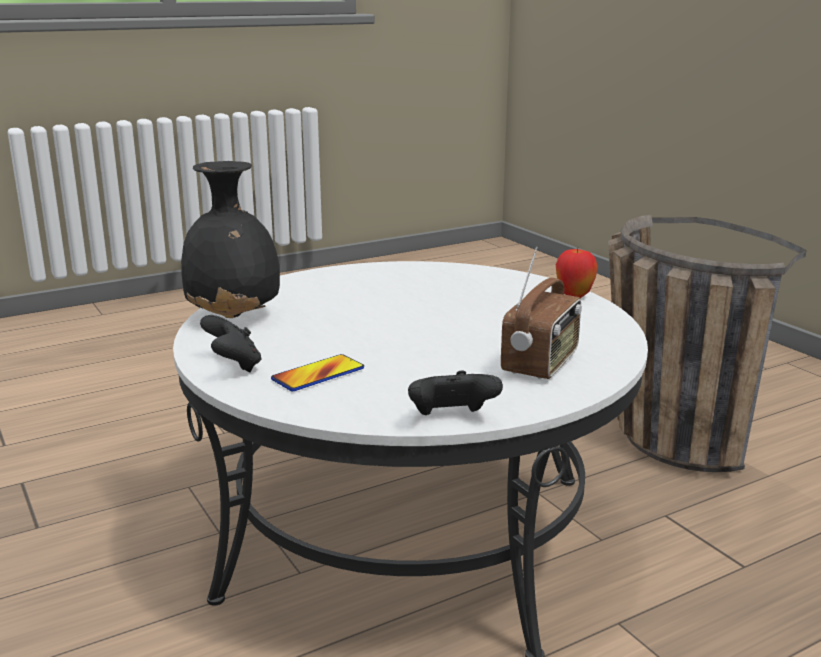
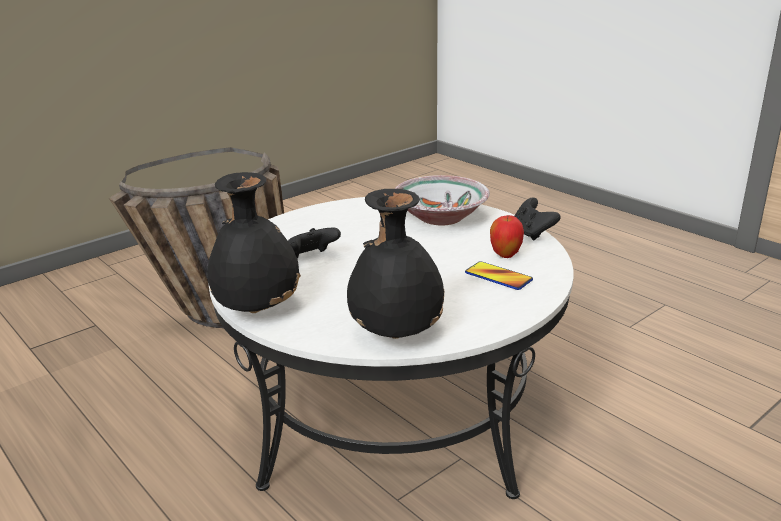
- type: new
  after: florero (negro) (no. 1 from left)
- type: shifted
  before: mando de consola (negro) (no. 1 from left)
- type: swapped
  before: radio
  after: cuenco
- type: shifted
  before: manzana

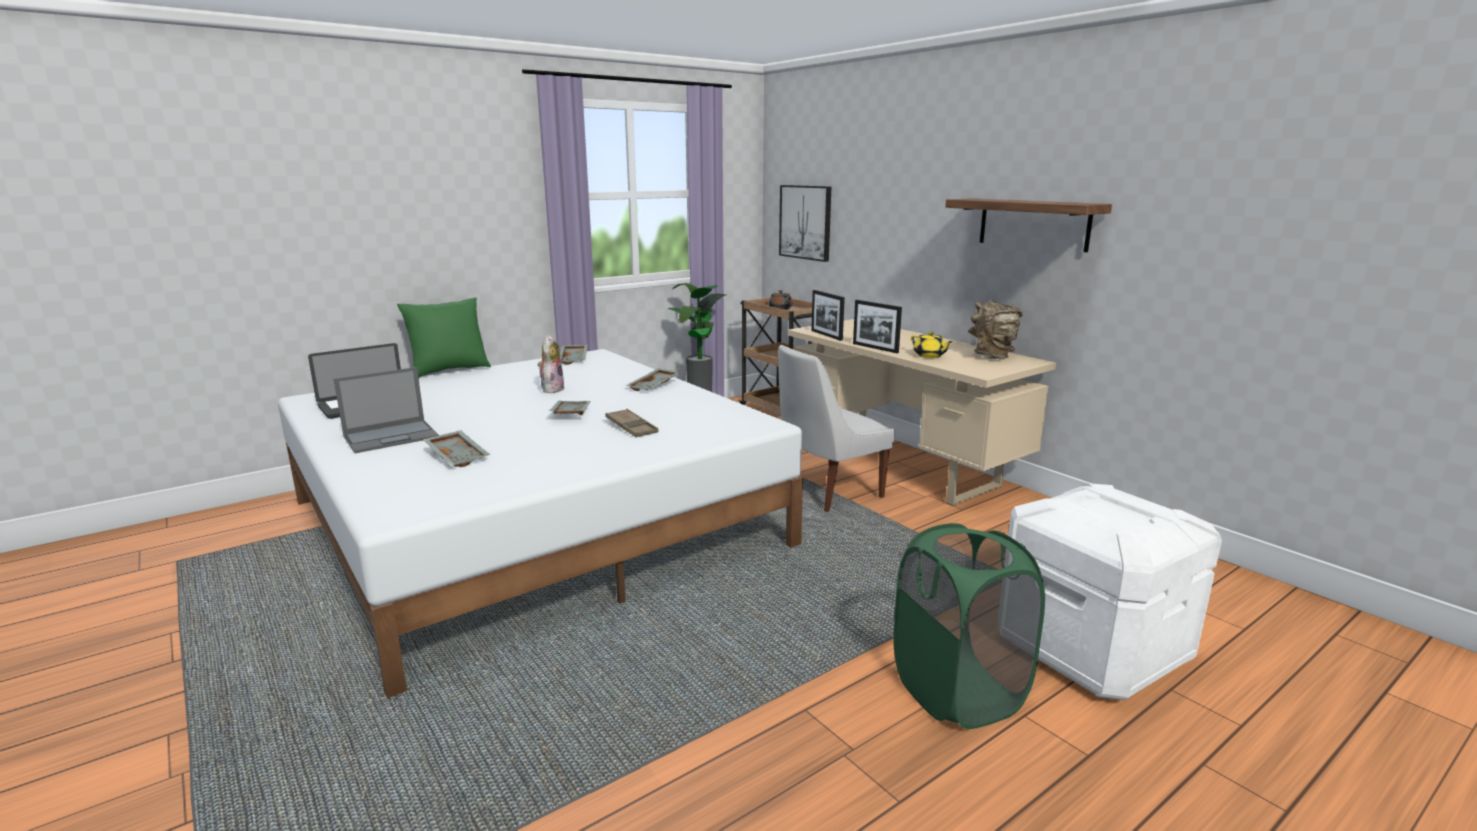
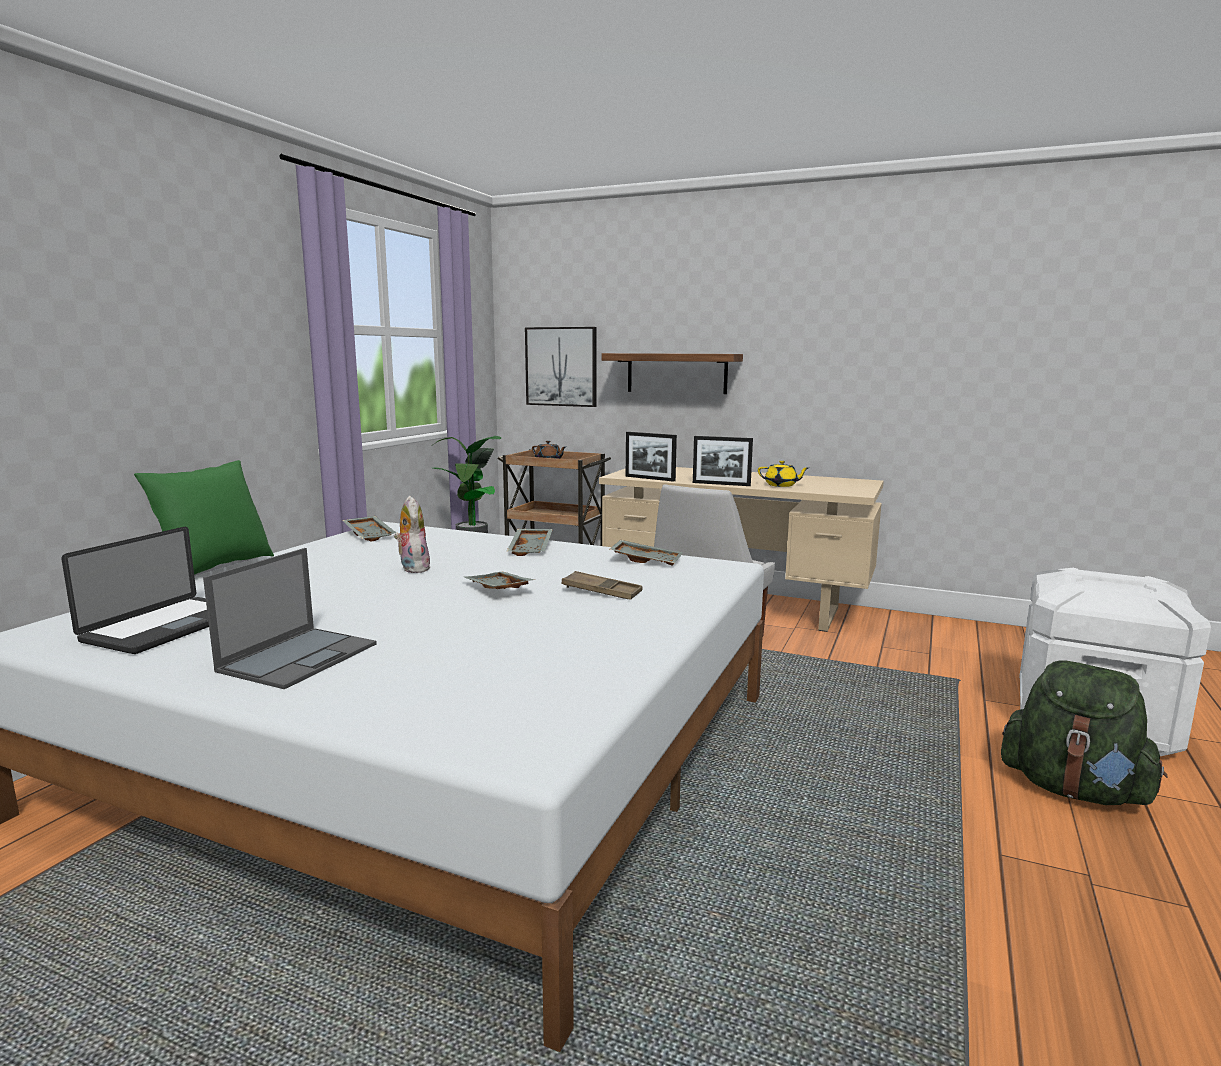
- type: shifted
  before: estante
- type: shifted
  before: bandeja (gris) (no. 1 from left in the first image)
  after: bandeja (gris) (no. 4 from left)
- type: swapped
  before: cesto de la ropa (verde)
  after: mochila (verde)
- type: gone
  before: florero (marrón)

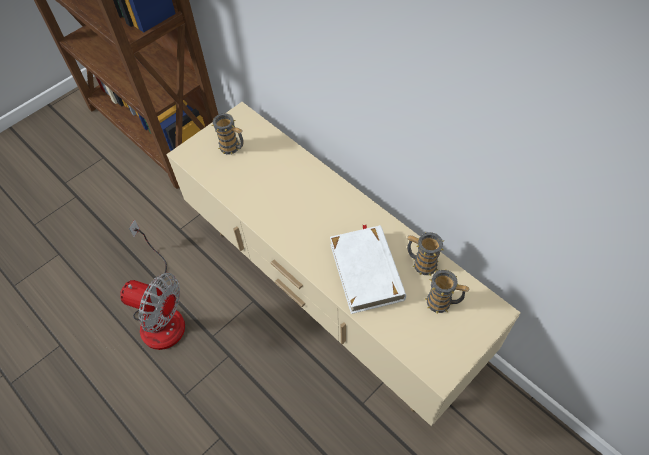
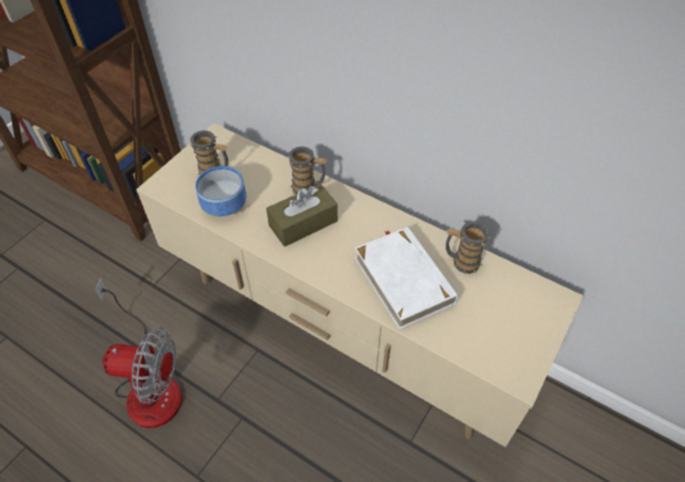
- type: new
  after: cuenco
- type: new
  after: caja de pañuelos (marrón)
- type: shifted
  before: taza grande (no. 3 from left in the first image)
  after: taza grande (no. 2 from left)

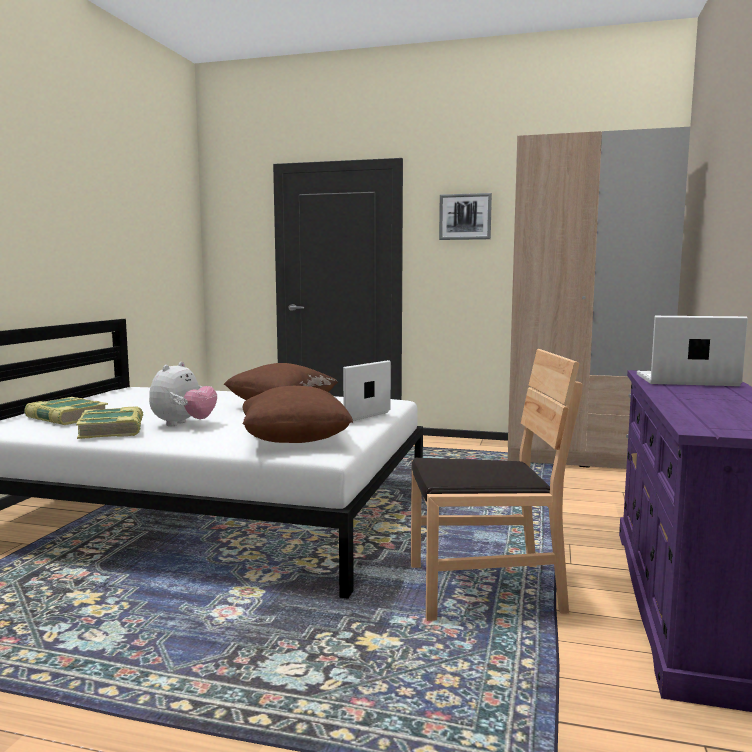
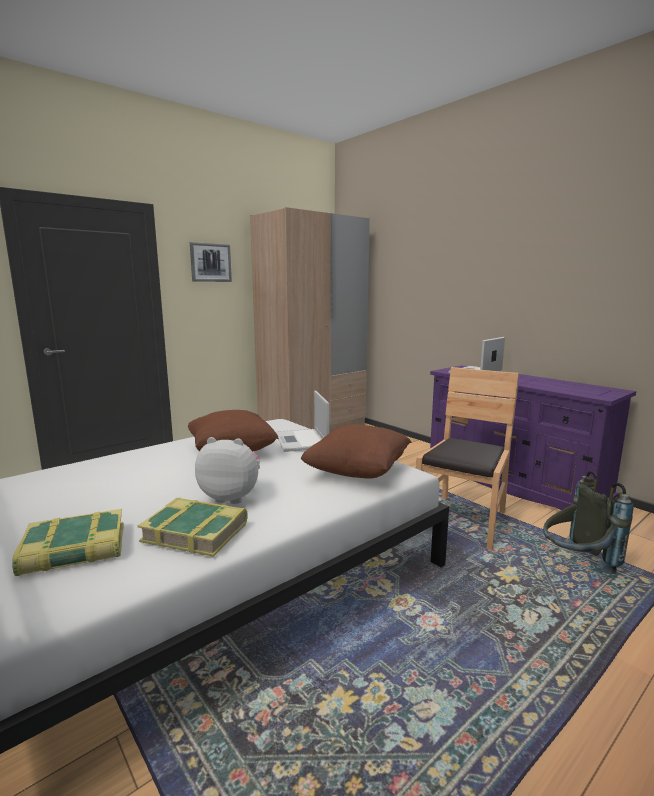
- type: rotated
  before: peluche
  turn: -45
- type: new
  after: mochila (gris)

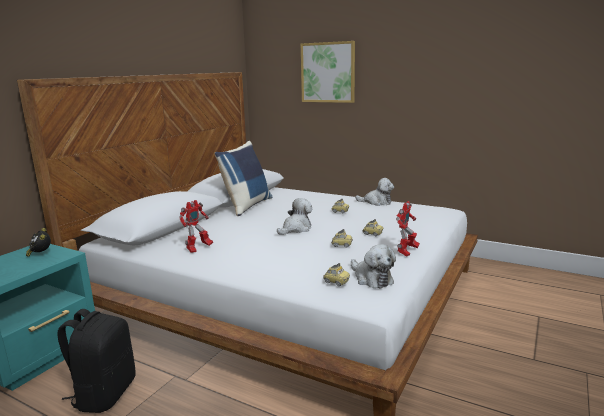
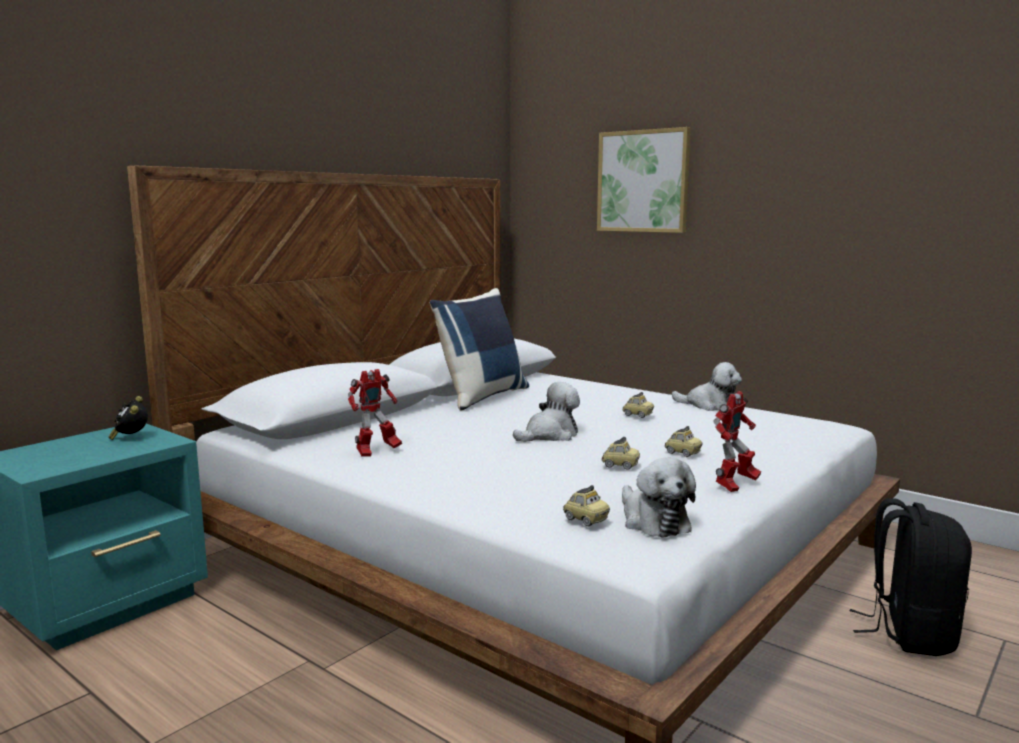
- type: shifted
  before: mochila (negro)

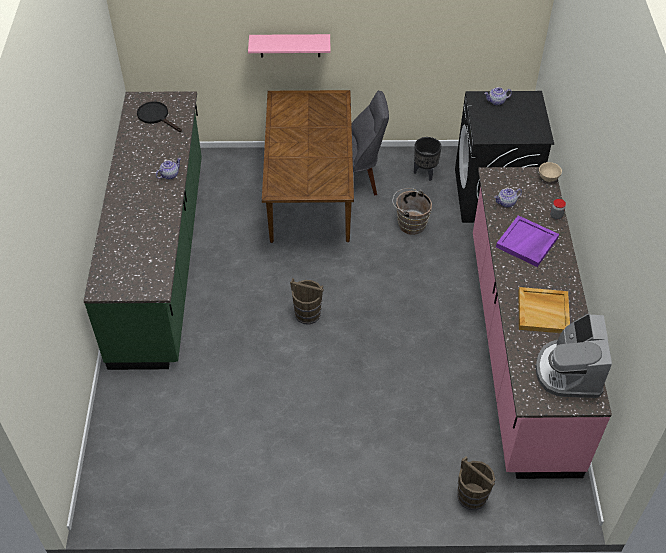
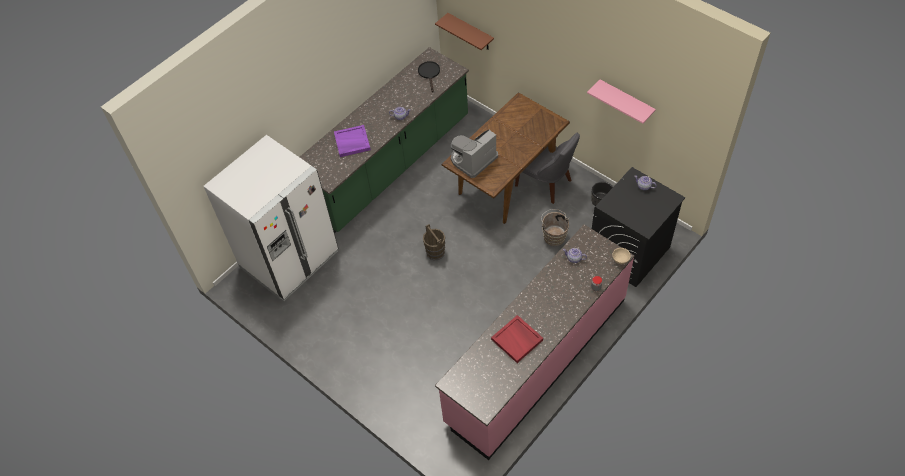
- type: new
  after: nevera (blanco)
- type: shifted
  before: bandeja (morado)
- type: new
  after: estante (marrón)
- type: shifted
  before: cafetera
- type: repainted
  before: bandeja (beis)
  after: bandeja (rojo)
- type: shifted
  before: estante (rosa)
- type: gone
  before: cubo (marrón) (no. 3 from left)

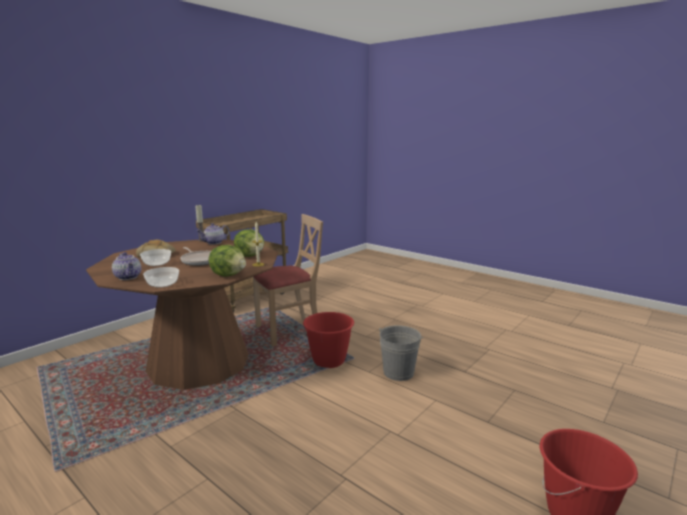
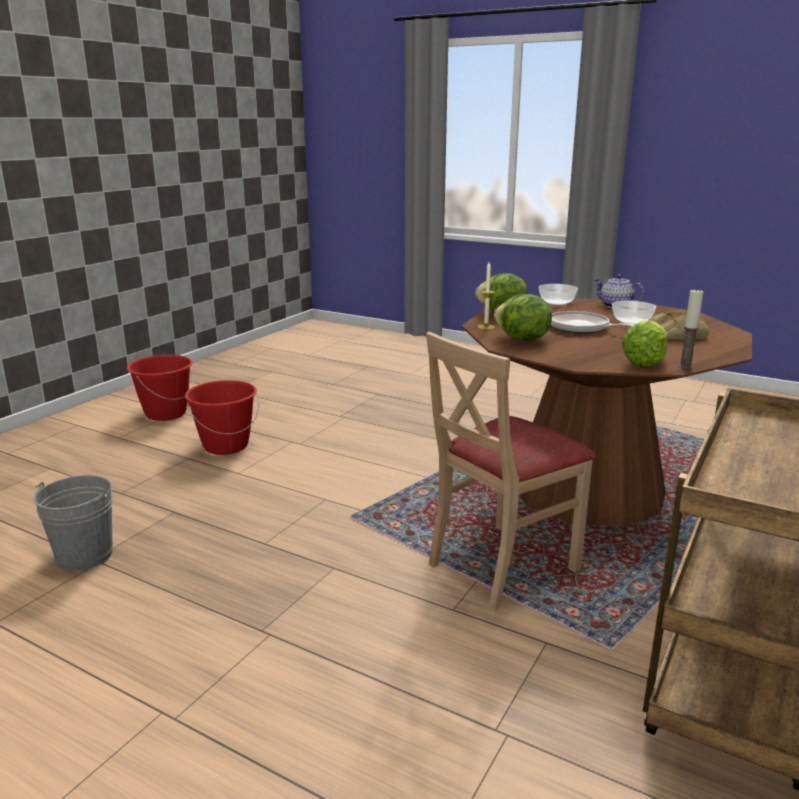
- type: shifted
  before: cubo (gris)
- type: shifted
  before: cubo (rojo) (no. 1 from left in the first image)
  after: cubo (rojo) (no. 2 from left)
- type: swapped
  before: tetera (no. 2 from left)
  after: lechuga (no. 3 from left)

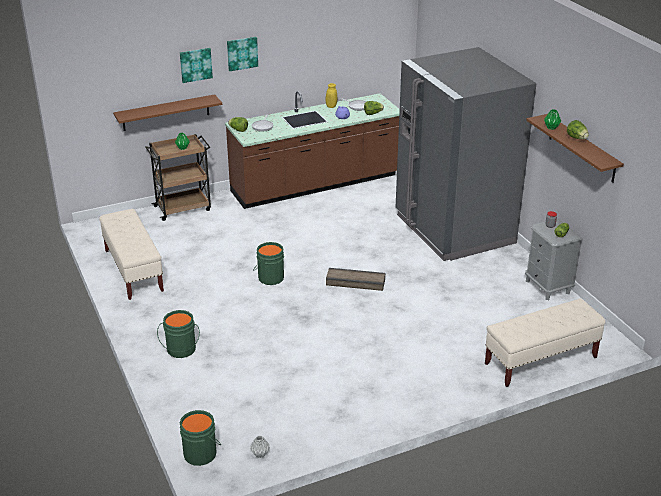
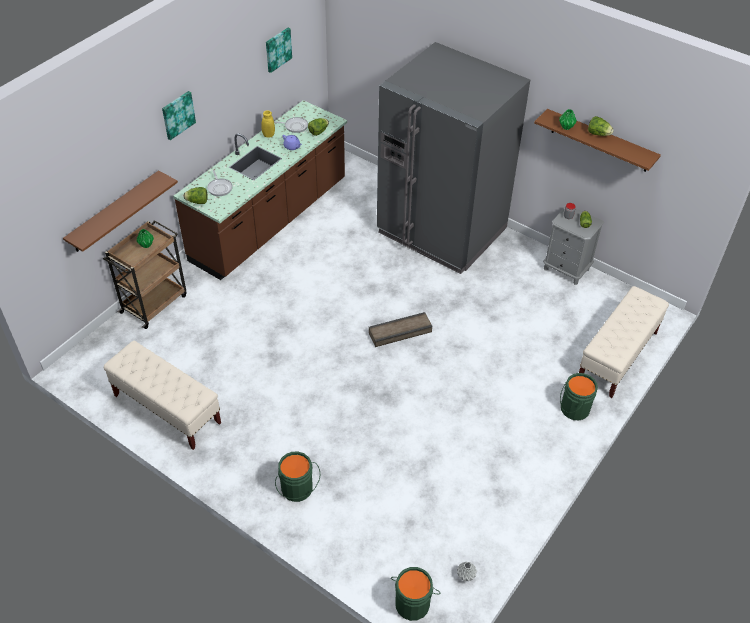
- type: shifted
  before: cuadro (no. 1 from left in the first image)
  after: cuadro (no. 2 from left)
- type: shifted
  before: cubo (verde) (no. 3 from left)

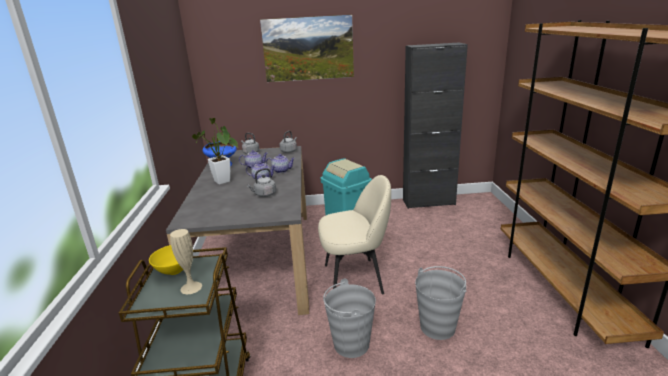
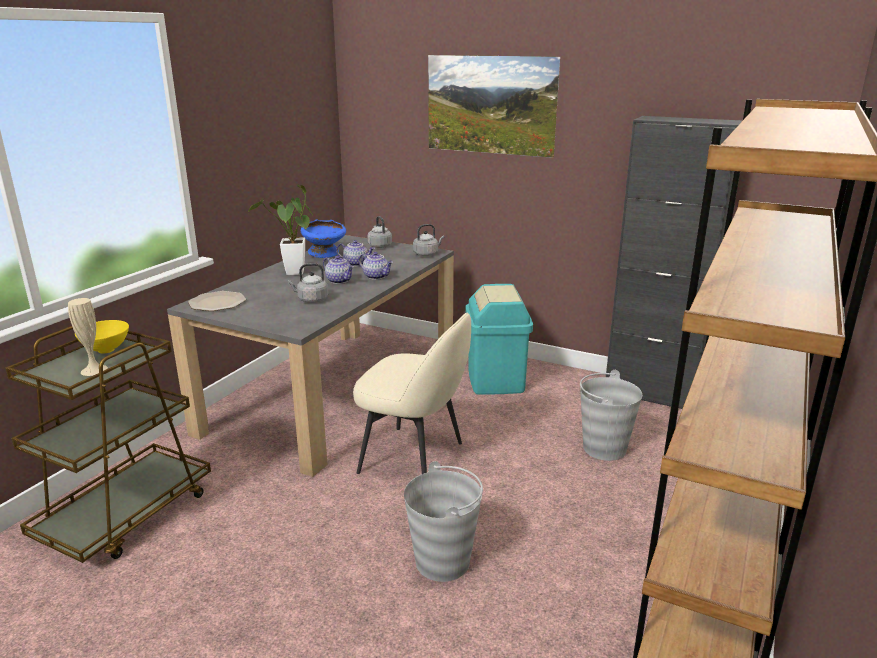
- type: new
  after: plato
- type: shifted
  before: cubo (gris) (no. 1 from left in the first image)
  after: cubo (gris) (no. 2 from left)

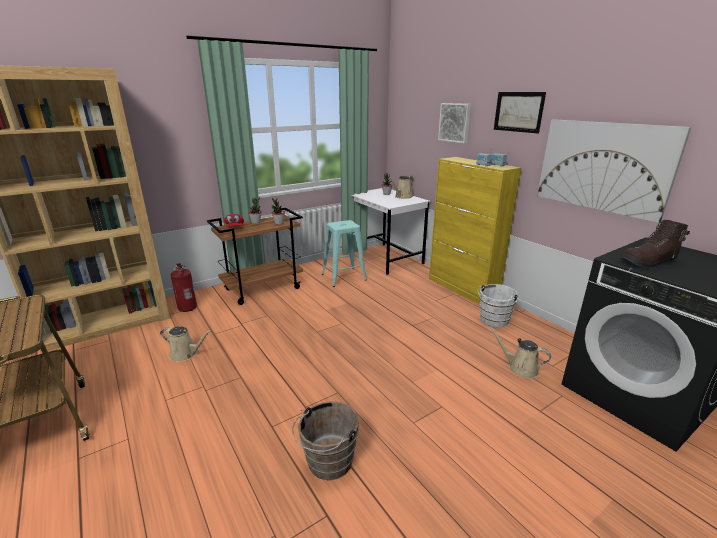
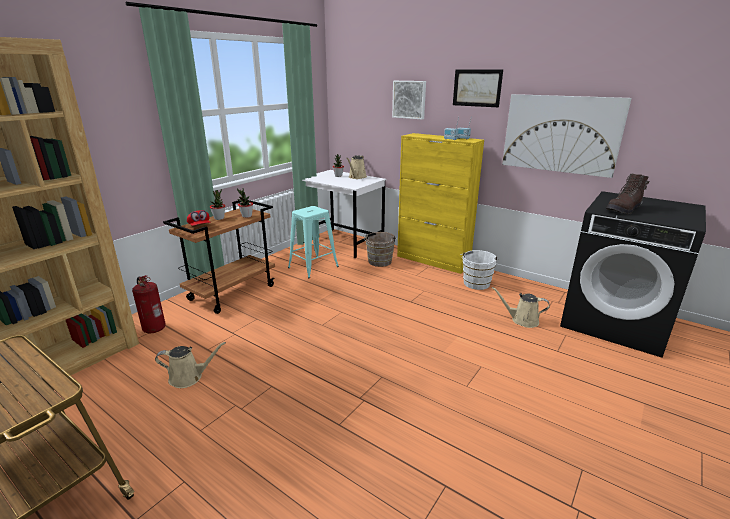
- type: shifted
  before: cubo (marrón)

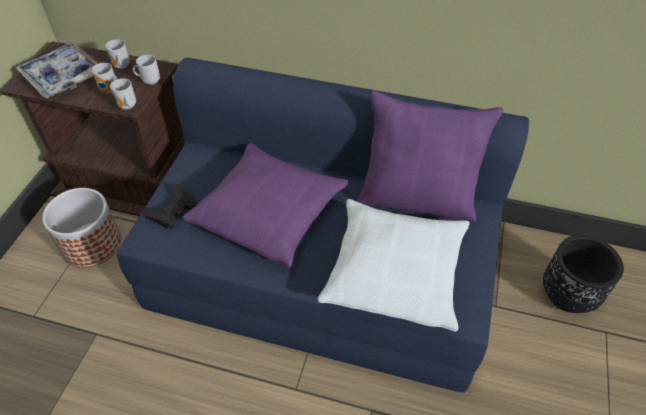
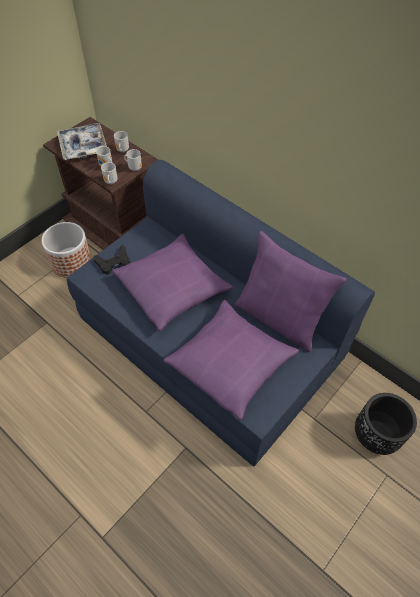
- type: repainted
  before: cojín (blanco)
  after: cojín (morado) (no. 2 from left)

